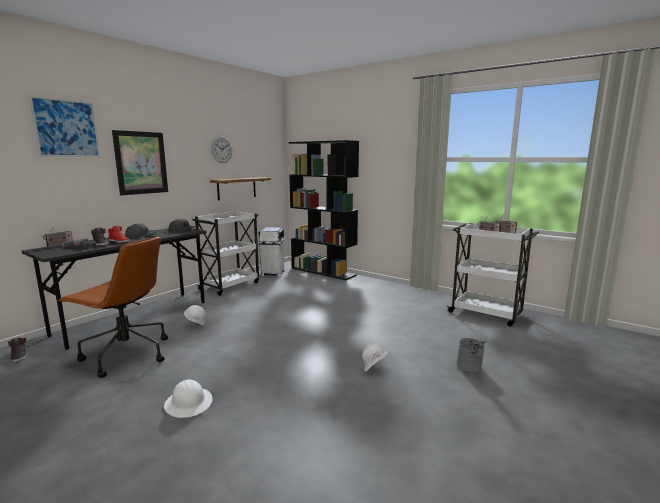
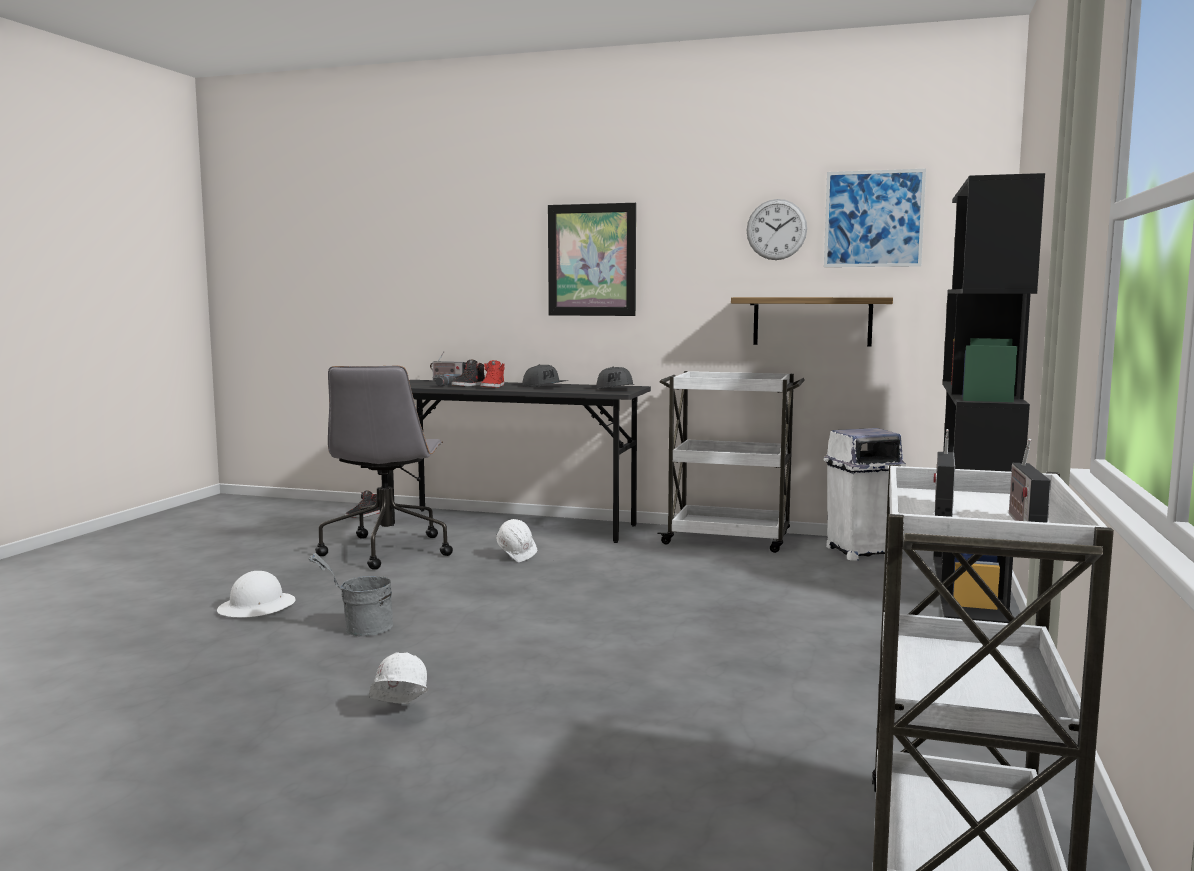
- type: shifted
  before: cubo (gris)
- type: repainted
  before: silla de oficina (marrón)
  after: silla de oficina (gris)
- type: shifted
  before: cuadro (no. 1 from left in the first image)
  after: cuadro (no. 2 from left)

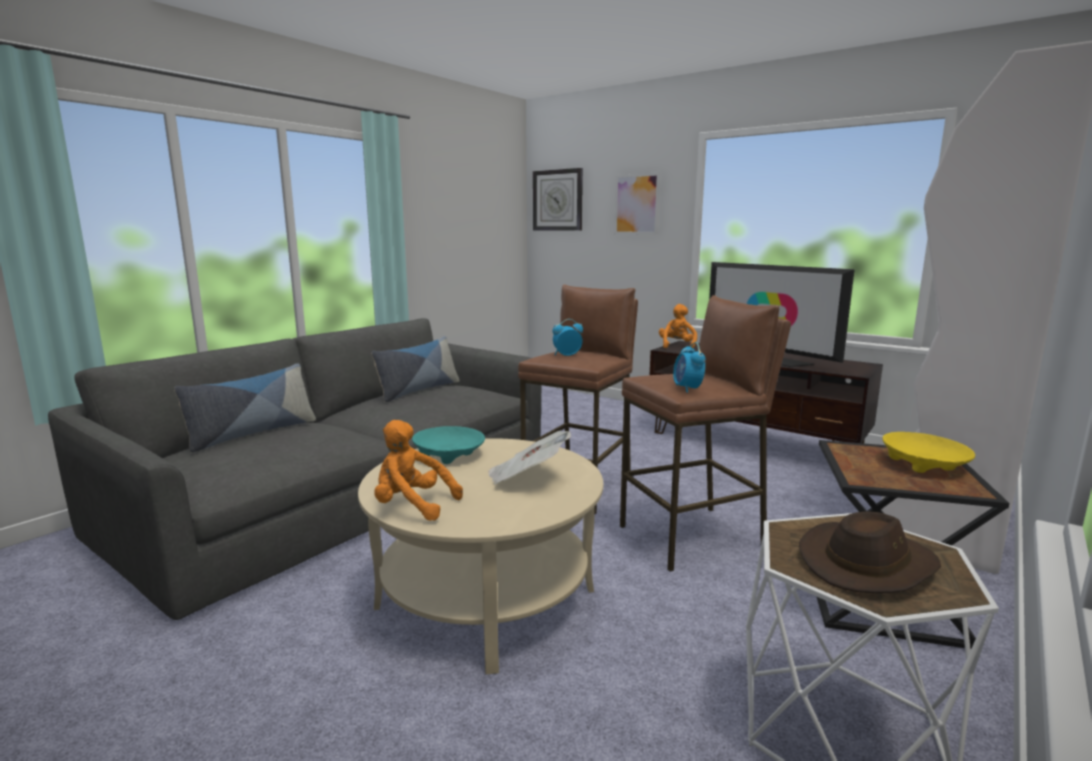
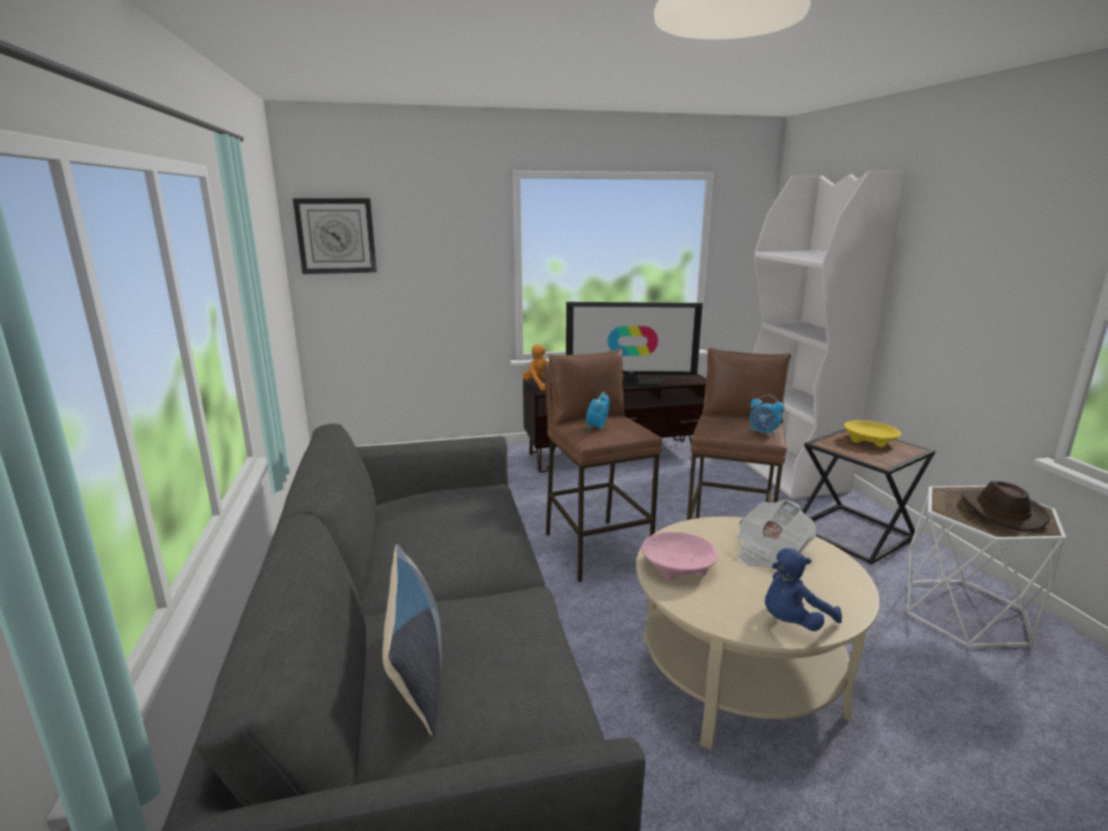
- type: repainted
  before: cuenco (turquesa)
  after: cuenco (rosa)
- type: repainted
  before: peluche (naranja) (no. 1 from left)
  after: peluche (azul)
- type: gone
  before: cojín (no. 2 from left)
- type: gone
  before: cuadro

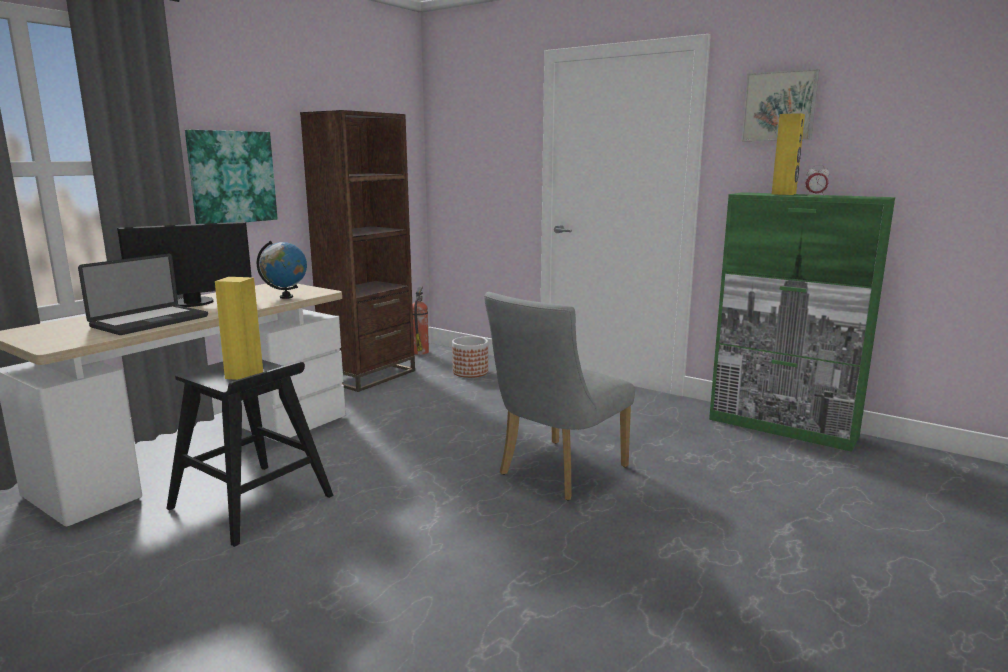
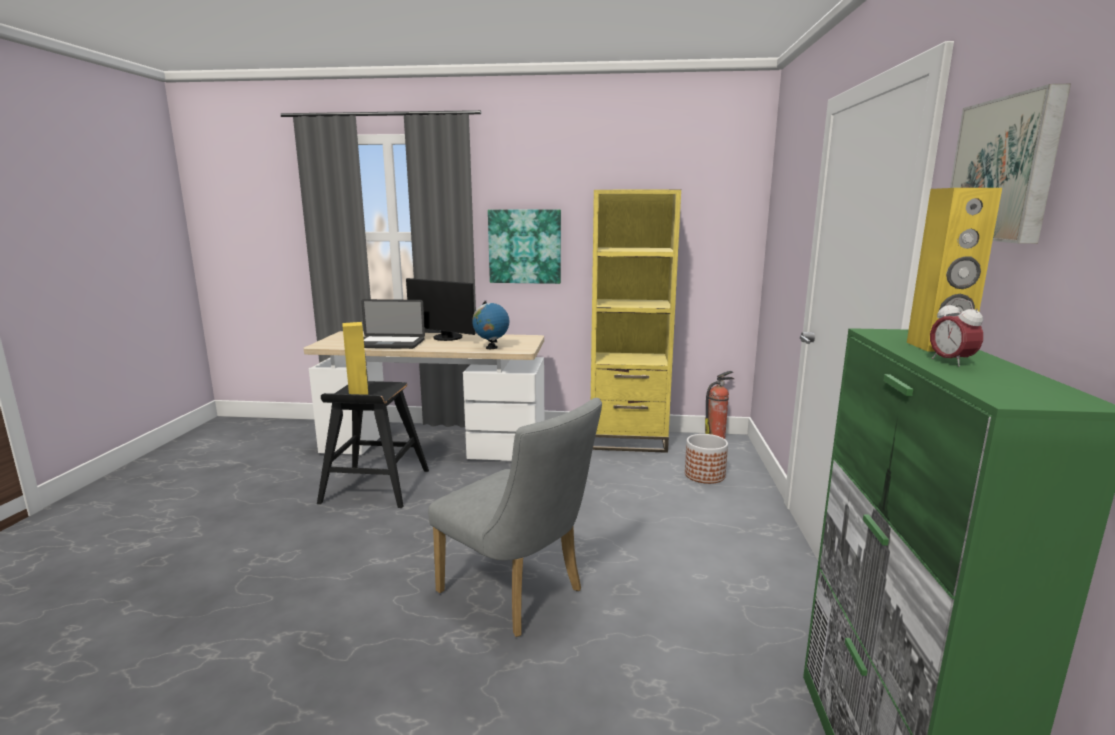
- type: rotated
  before: silla (gris)
  turn: -150
- type: repainted
  before: estantería (marrón)
  after: estantería (amarillo)

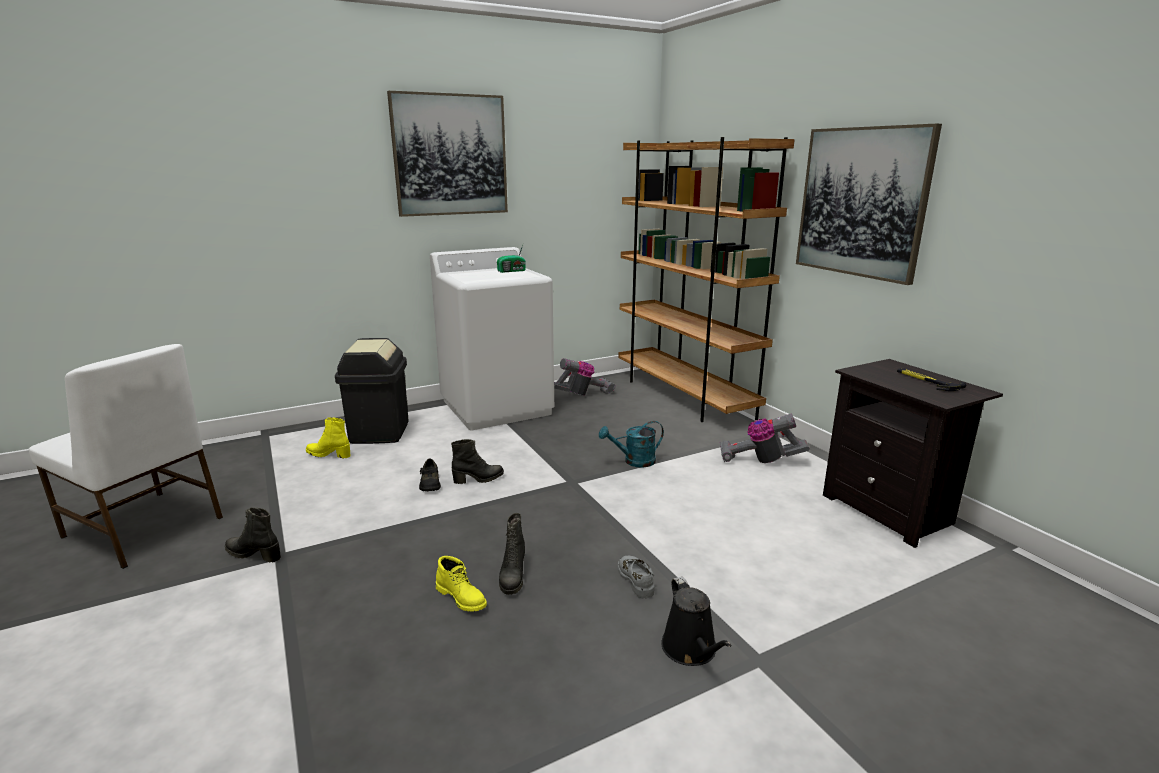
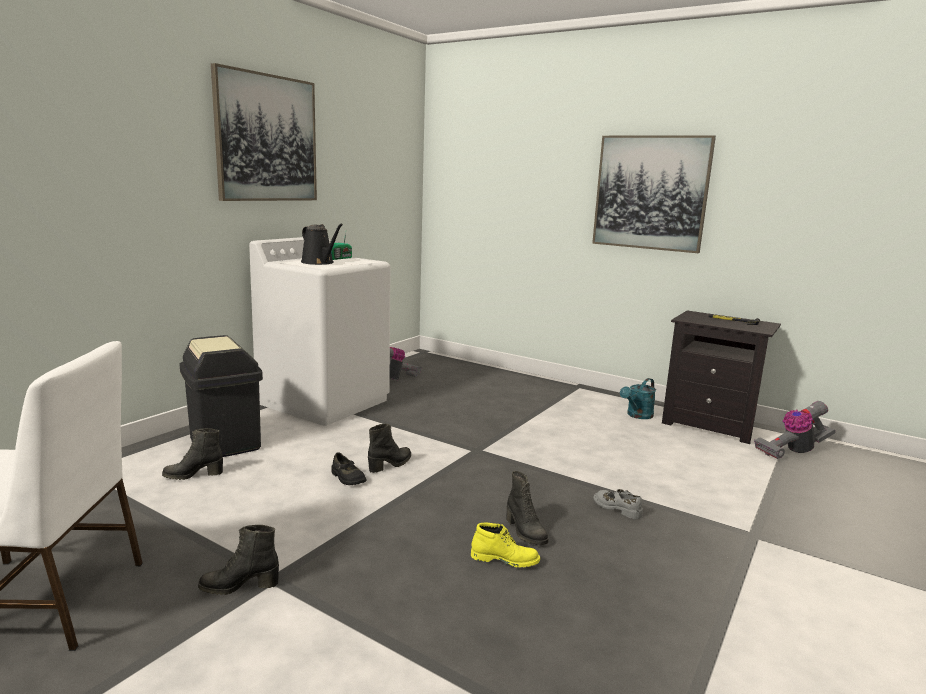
- type: repainted
  before: bota (amarillo) (no. 1 from left)
  after: bota (negro) (no. 1 from left)
- type: shifted
  before: regadera (negro)
- type: shifted
  before: regadera (turquesa)
- type: shifted
  before: aspiradora (no. 2 from left)
- type: gone
  before: estantería (marrón)

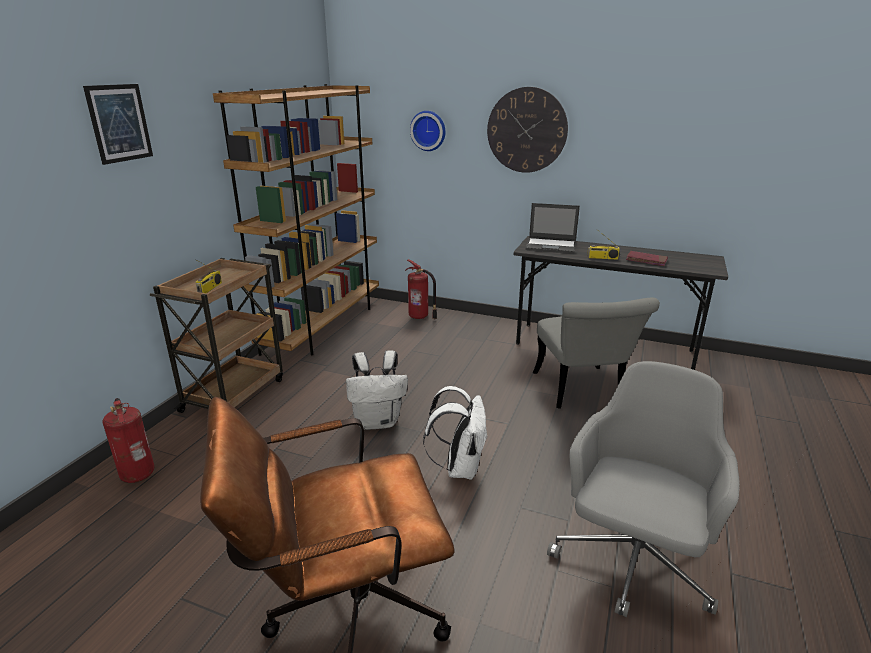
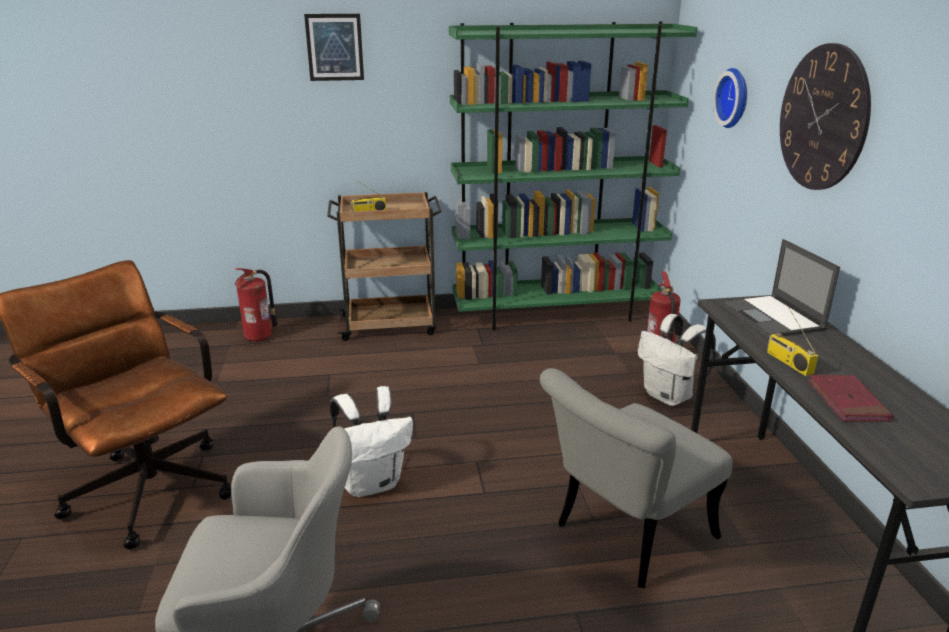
- type: repainted
  before: estantería (marrón)
  after: estantería (verde)
- type: shifted
  before: mochila (blanco) (no. 1 from left in the first image)
  after: mochila (blanco) (no. 2 from left)

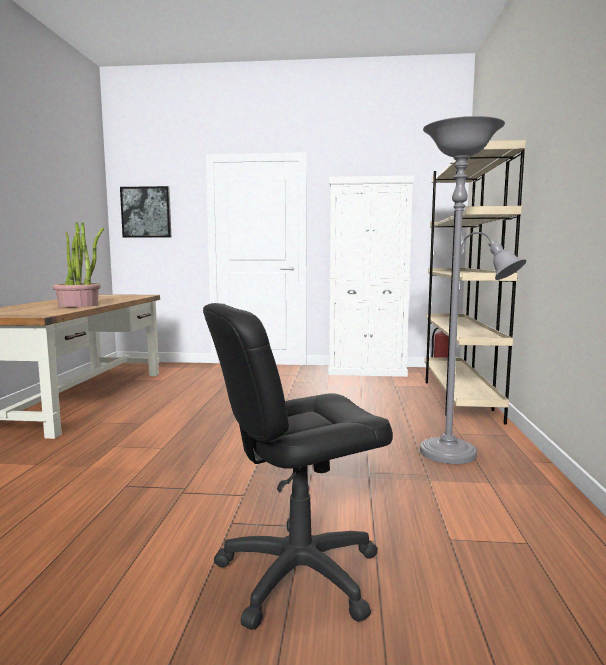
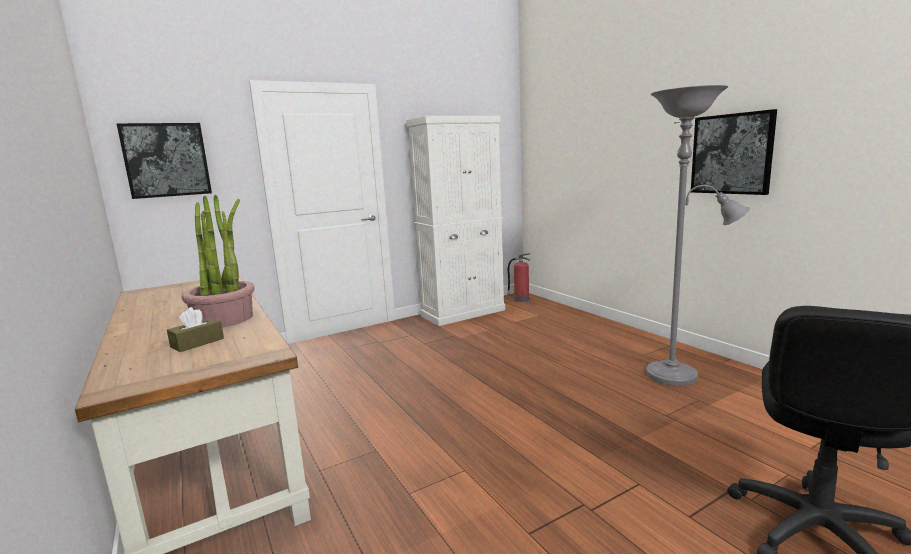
- type: new
  after: caja de pañuelos (marrón)
- type: new
  after: cuadro (no. 2 from left)
- type: gone
  before: estantería (beis)

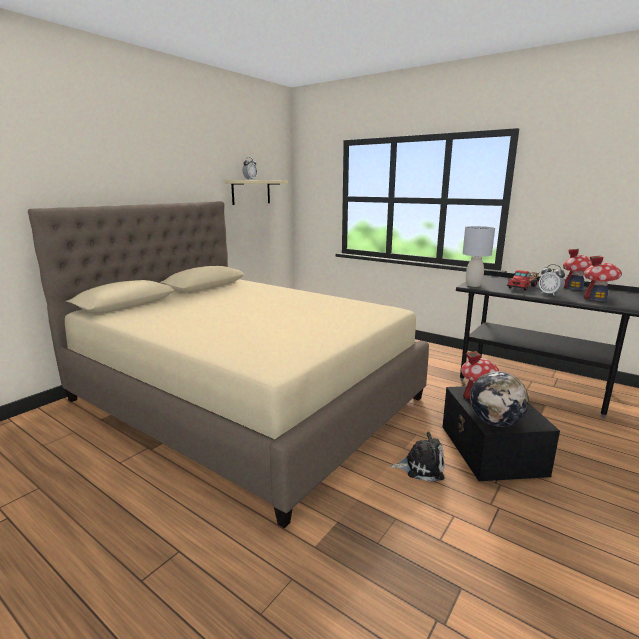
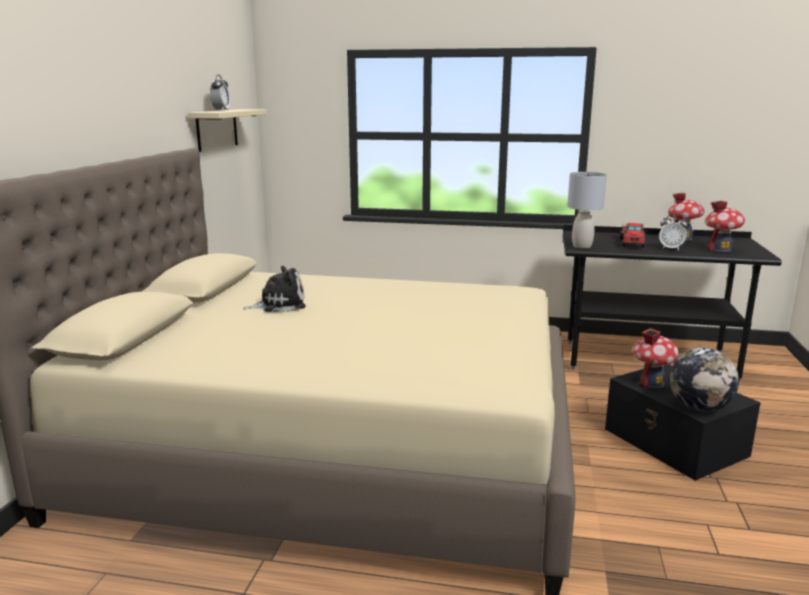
- type: shifted
  before: peluche

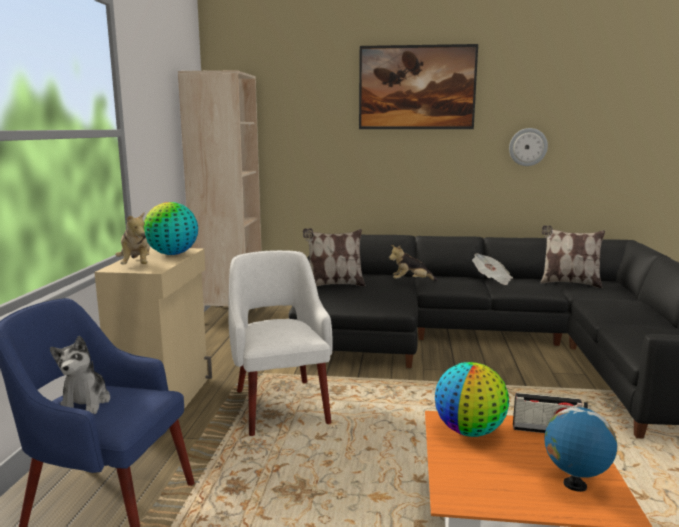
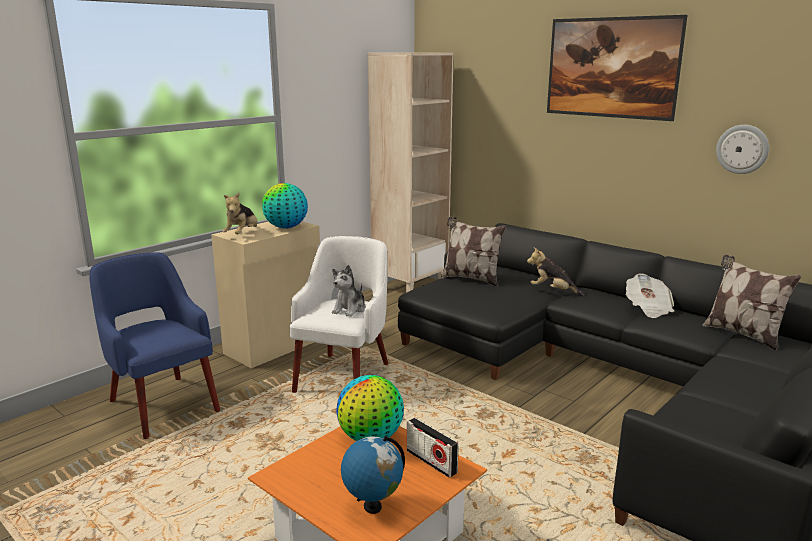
- type: shifted
  before: peluche (no. 1 from left in the first image)
  after: peluche (no. 2 from left)

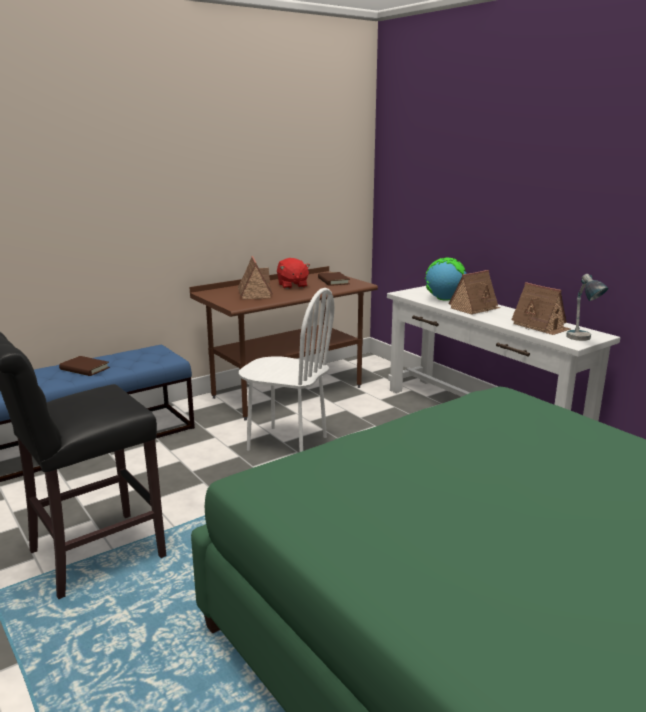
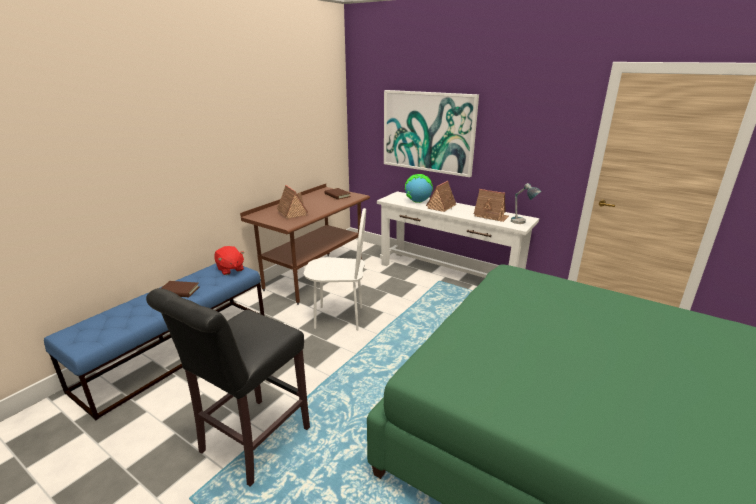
- type: shifted
  before: peluche (rojo)
- type: new
  after: cuadro

